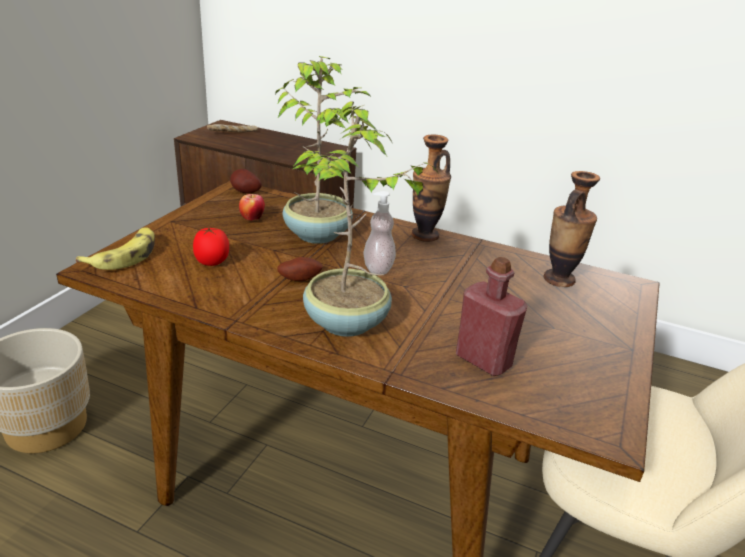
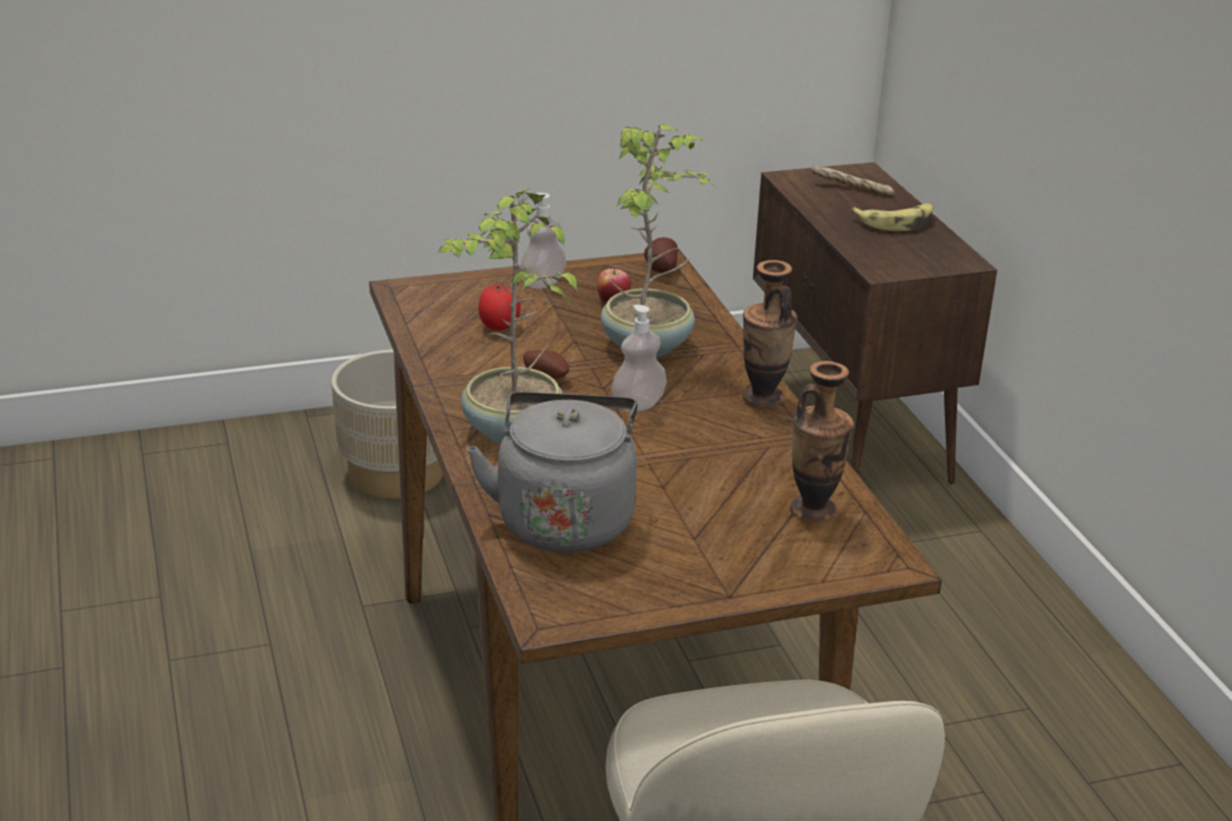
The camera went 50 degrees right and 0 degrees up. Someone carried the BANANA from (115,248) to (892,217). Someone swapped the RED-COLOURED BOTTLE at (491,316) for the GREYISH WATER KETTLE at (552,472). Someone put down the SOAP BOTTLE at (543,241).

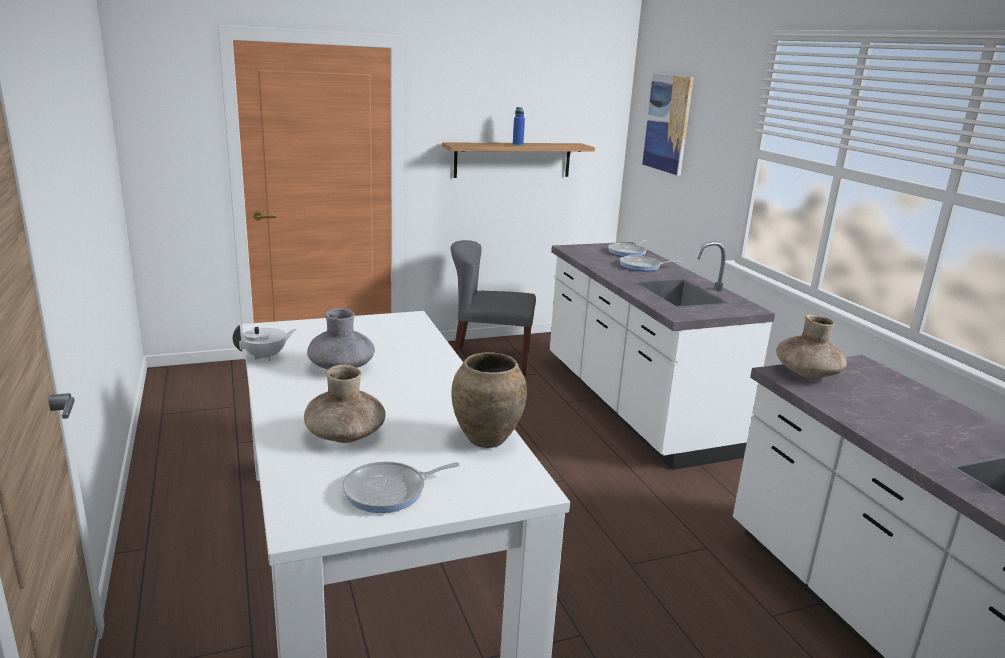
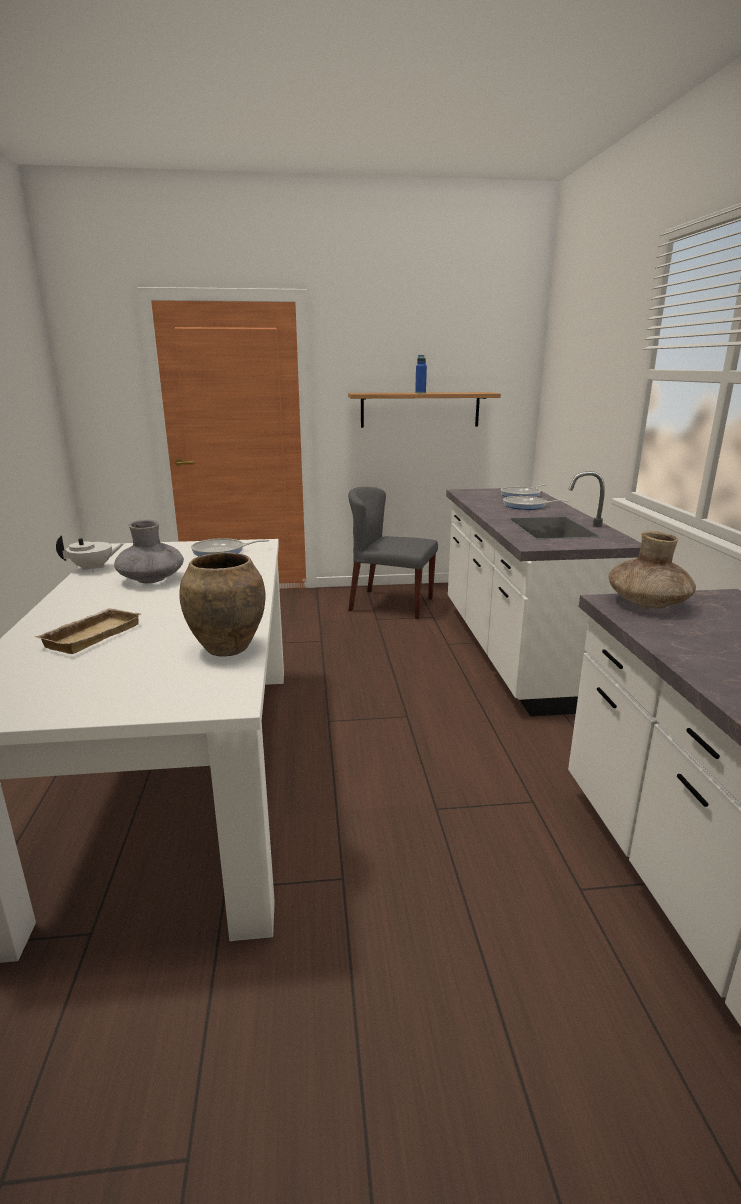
The camera went 15 degrees right and 0 degrees up. Someone swapped the BROWN DECORATIVE VASE at (345,404) for the BEIGE-COLOURED CARRYING TRAY at (87,631). Someone carried the FRYING PAN from (400,487) to (230,547). Someone took away the WALL ART at (668,124).

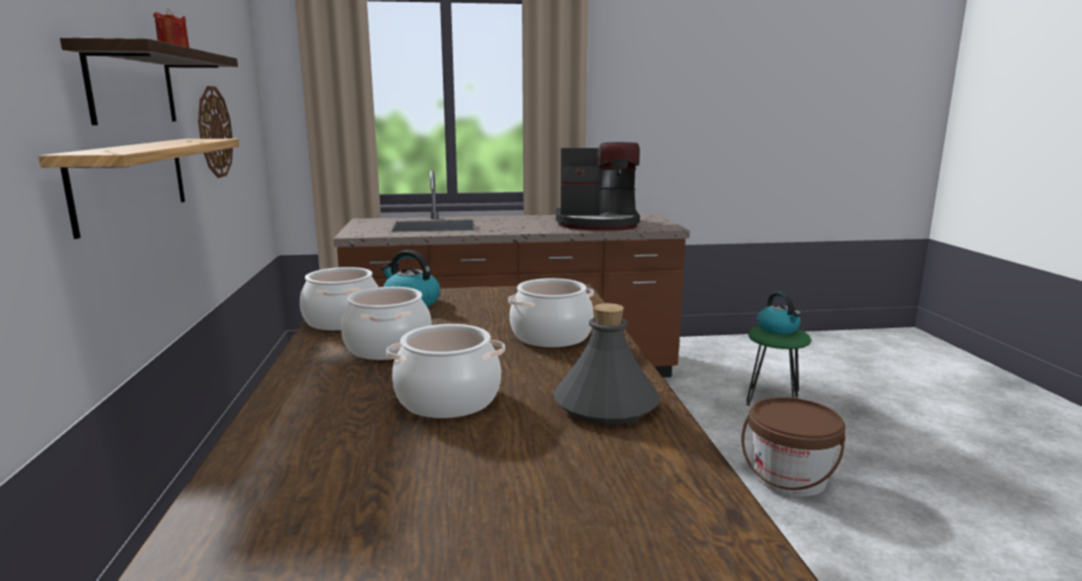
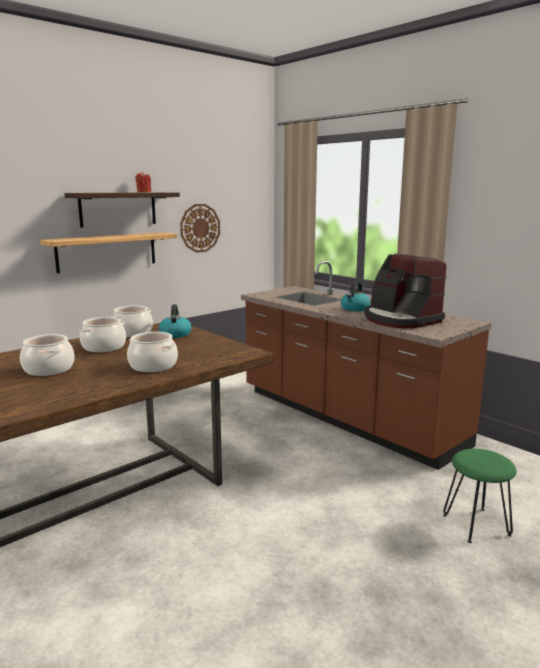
The camera went 55 degrees right and 0 degrees up. Someone took away the GREYISH BOTTLE at (607,364). Someone took away the BROWN PAIL at (793,447). Someone carried the WATER KETTLE from (779,312) to (355,296).

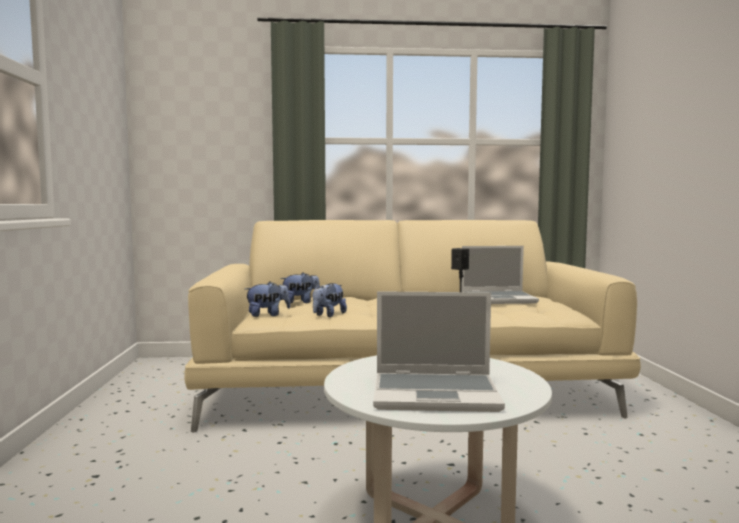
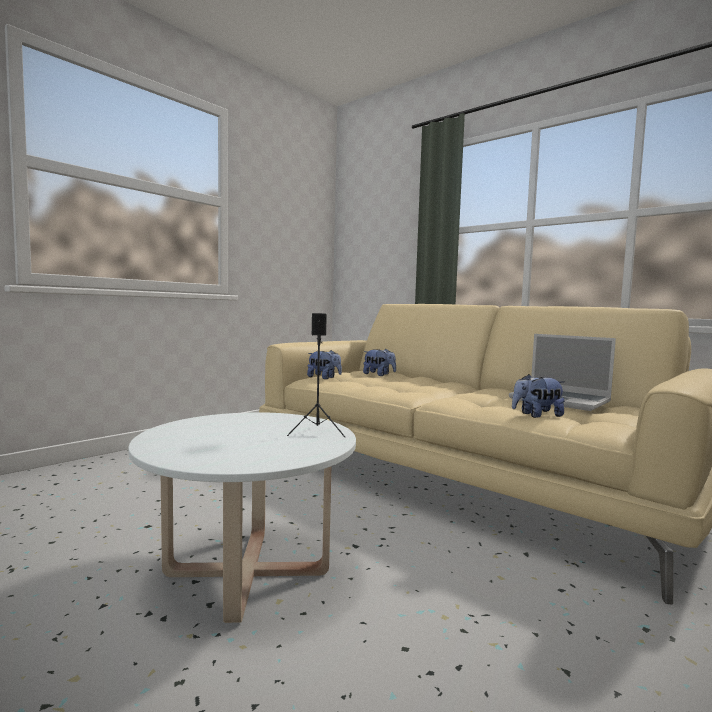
The camera went 45 degrees right and 0 degrees up. Someone carried the SOFT TOY from (330,300) to (538,396). Someone took away the PORTABLE COMPUTER at (439,351).

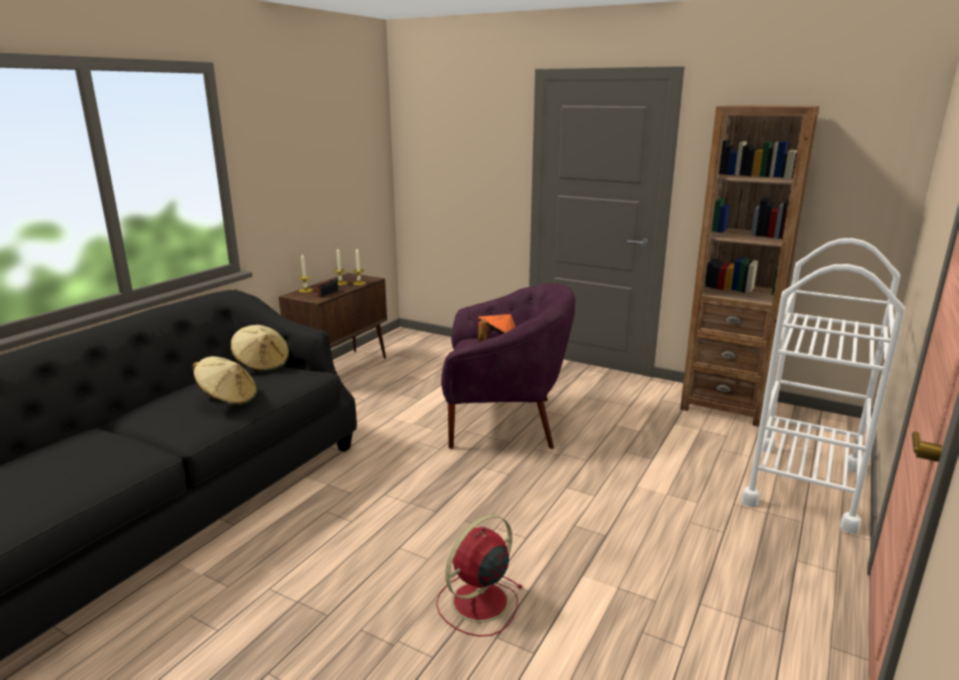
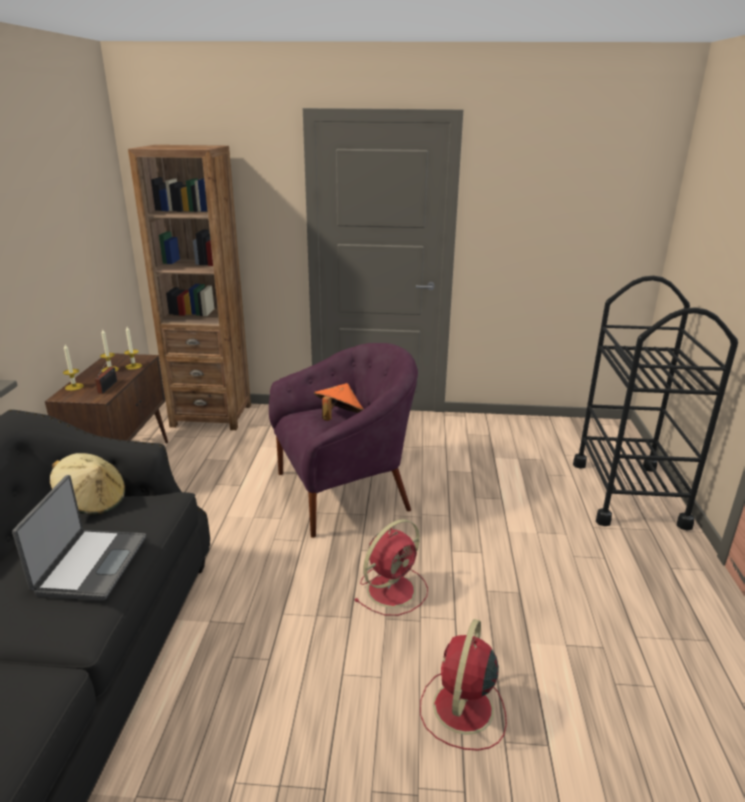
The camera went 25 degrees left and 5 degrees up. Someone swapped the BEIGE-COLOURED WEARABLE HAT at (224,380) for the PORTABLE COMPUTER at (79,538). Someone carried the BROWN BOOKSHELF from (749,266) to (189,287). Someone repainted the WHITE-COLOURED CART at (823,386), which became the BLACK CART at (655,403). Someone put down the RED-COLOURED COOLING FAN at (391,567).

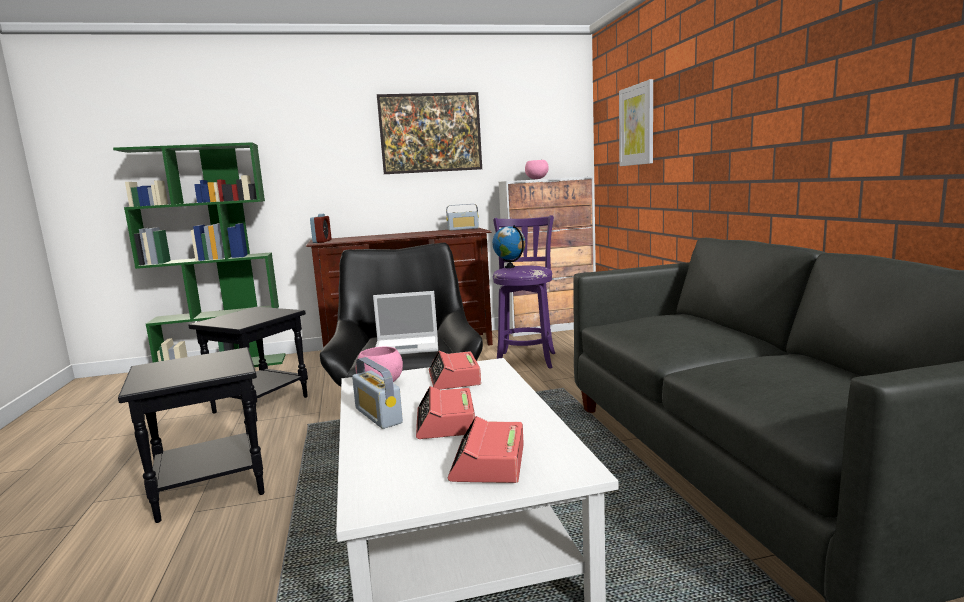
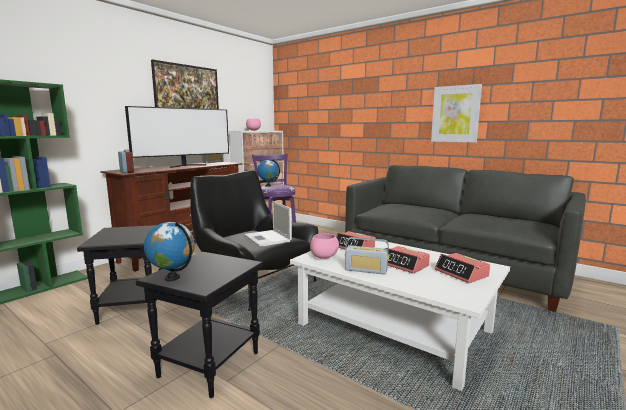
The camera went 40 degrees left and 0 degrees up. Someone rotated the PORTABLE COMPUTER at (405,322) by 105 degrees clockwise. Someone carried the WALL ART from (636,122) to (456,113). Someone put down the TELEVISION at (177,137). Someone put down the DESK GLOBE at (169,251).

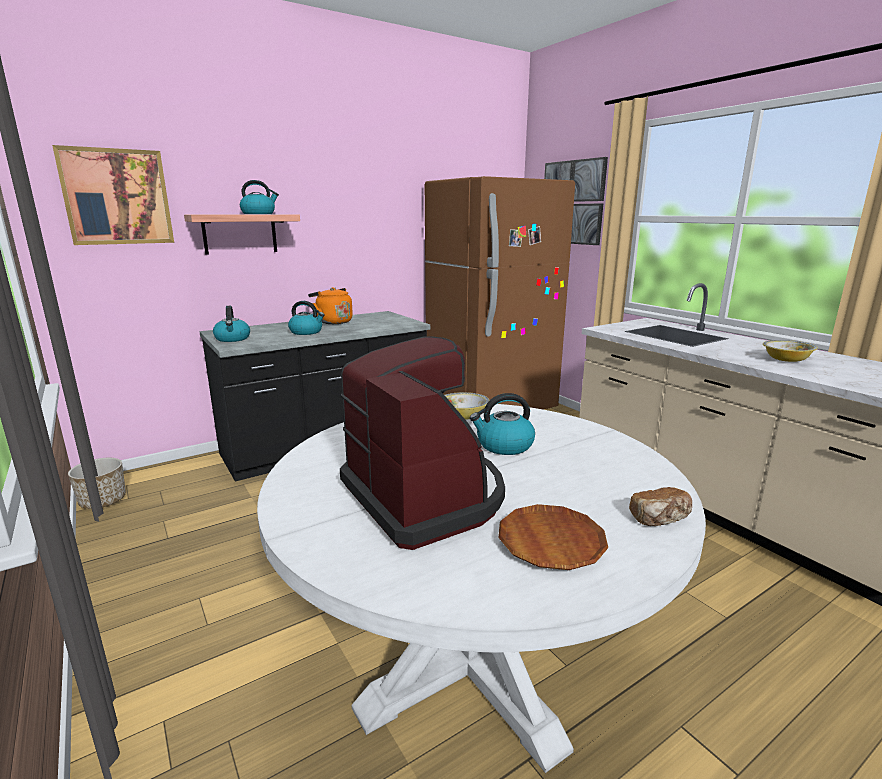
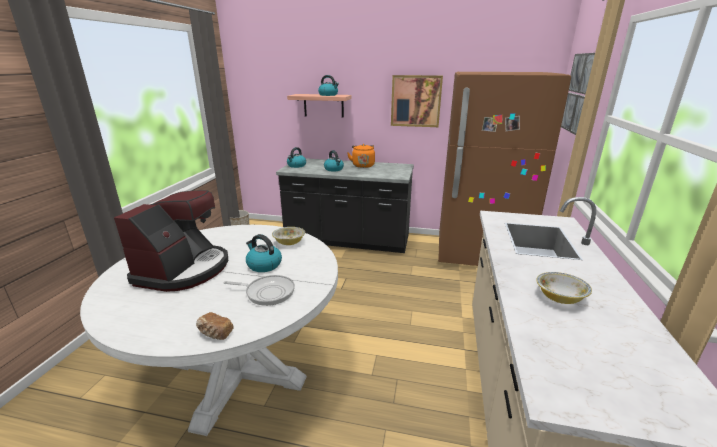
The camera went 45 degrees right and 5 degrees up. Someone carried the WALL ART from (113,195) to (417,101). Someone took away the BROWN DINNER PLATE at (553,537). Someone put down the FRYING PAN at (259,290).

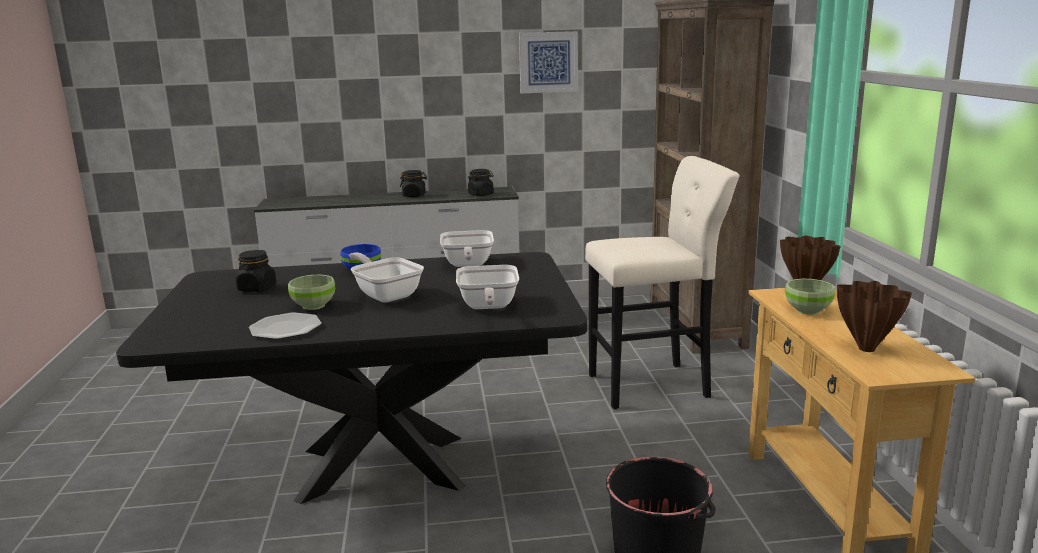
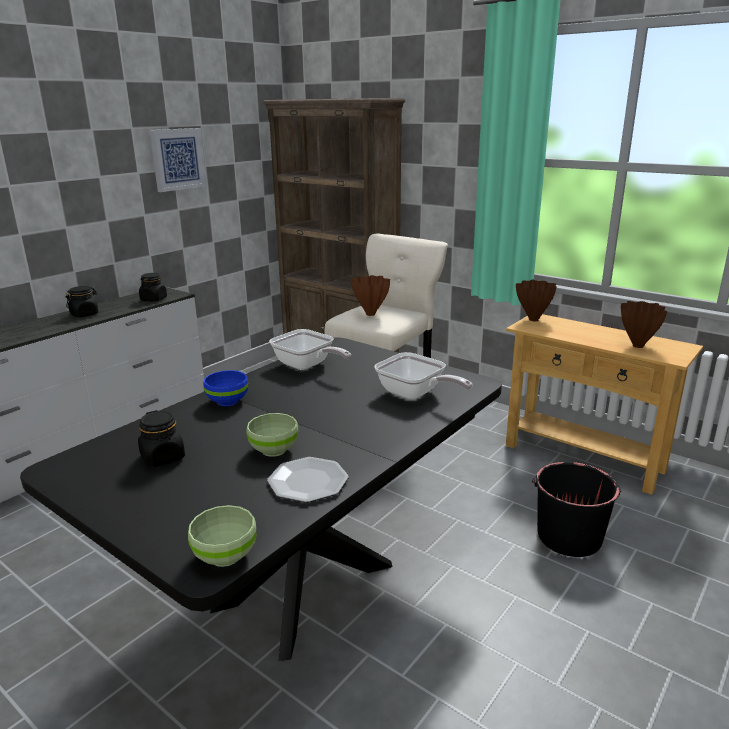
The camera went 45 degrees left and 5 degrees up. Someone took away the FRYING PAN at (386,277). Someone carried the GREENISH DEEP DISH from (810,297) to (222,536). Someone put down the BROWN DECORATIVE VASE at (370,295).

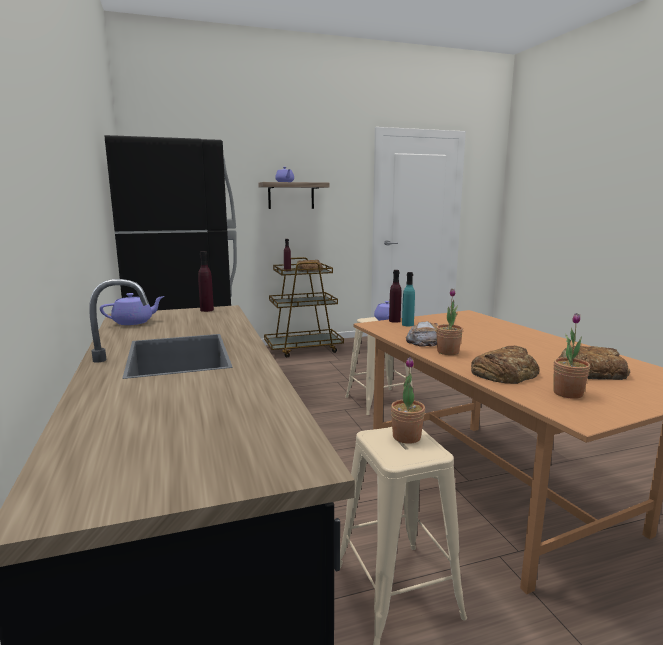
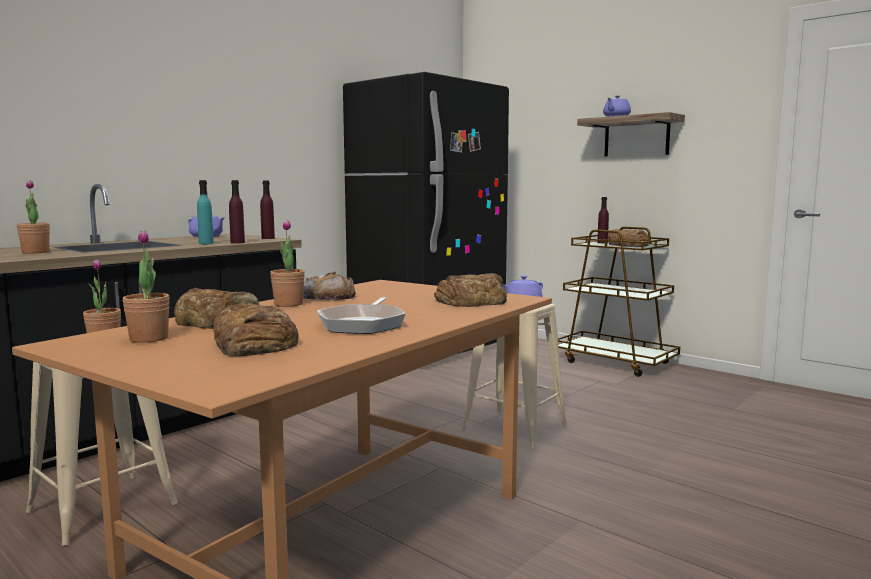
The camera went 60 degrees right and 5 degrees down. Someone carried the PURPLISH BOTTLE from (395,296) to (237,212). Someone carried the TURQUOISE BOTTLE from (408,299) to (205,212). Someone put down the POTTED PLANT at (33,217). Someone put down the FRYING PAN at (361,315). Someone put down the BREAD at (470,290).

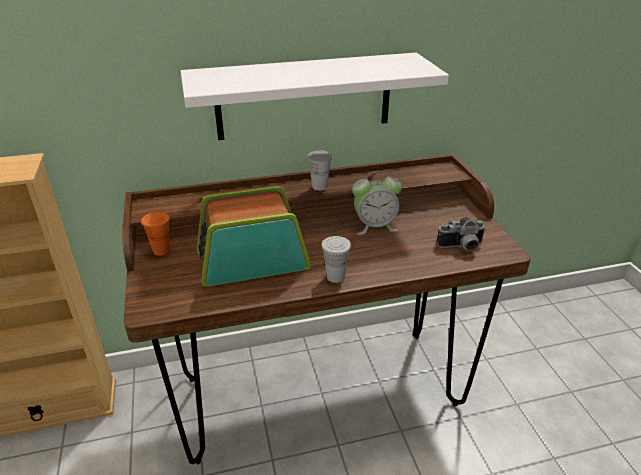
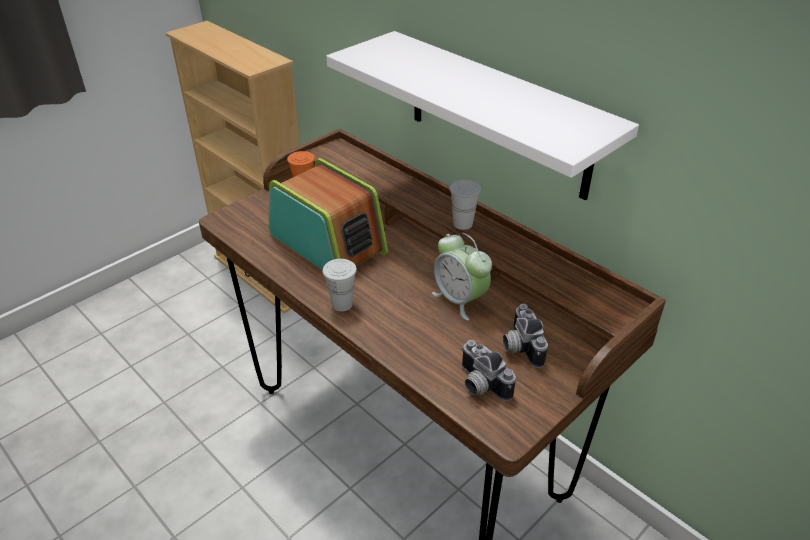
The camera went 60 degrees right and 5 degrees up. Someone put down the STILL CAMERA at (525,336).

